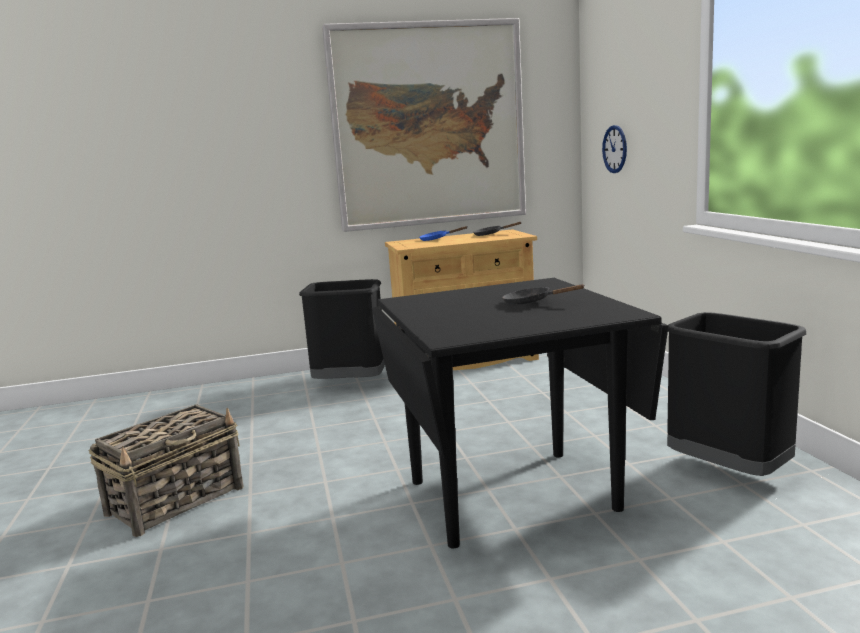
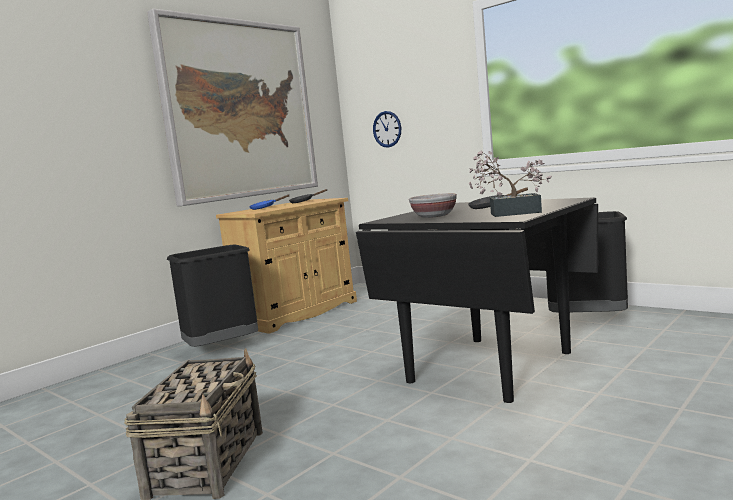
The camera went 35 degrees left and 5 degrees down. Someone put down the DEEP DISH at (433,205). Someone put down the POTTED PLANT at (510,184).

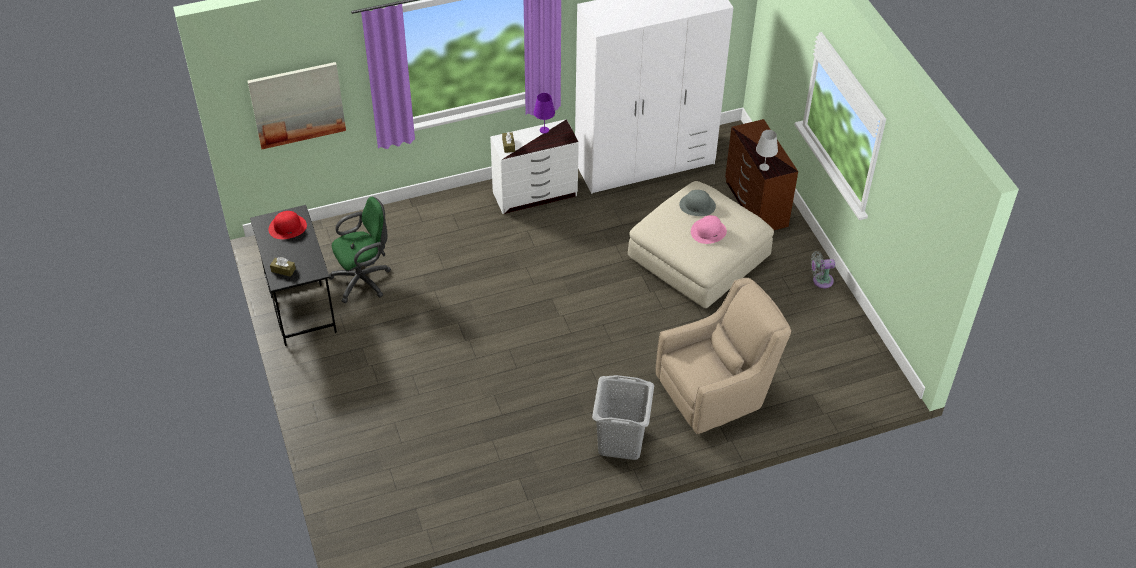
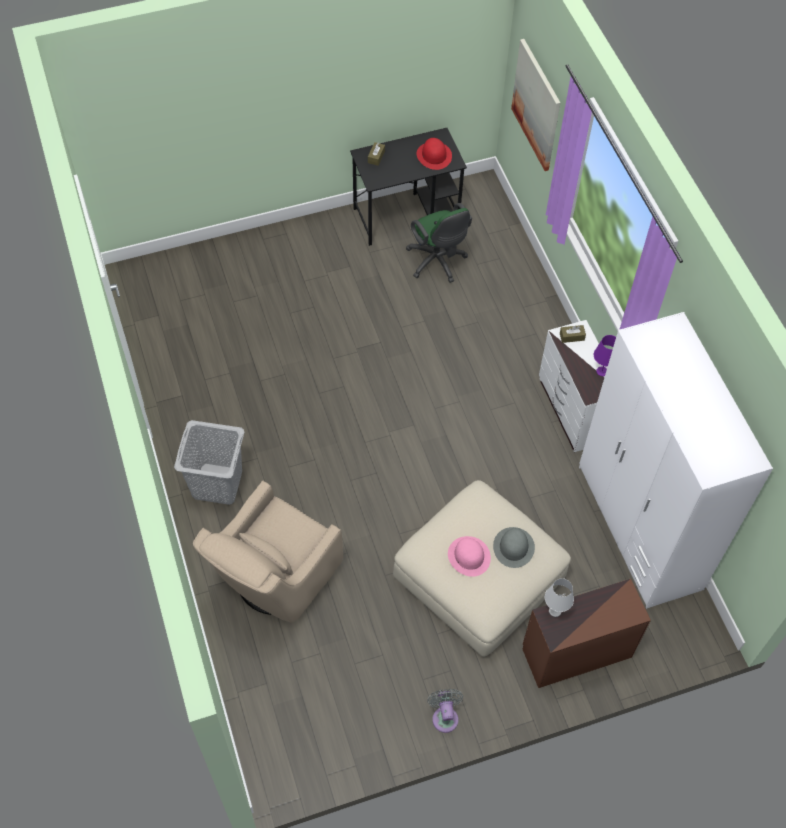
The camera went 90 degrees right and 10 degrees up. Someone rotated the BEIGE-COLOURED EASY CHAIR at (723,356) by 60 degrees clockwise.

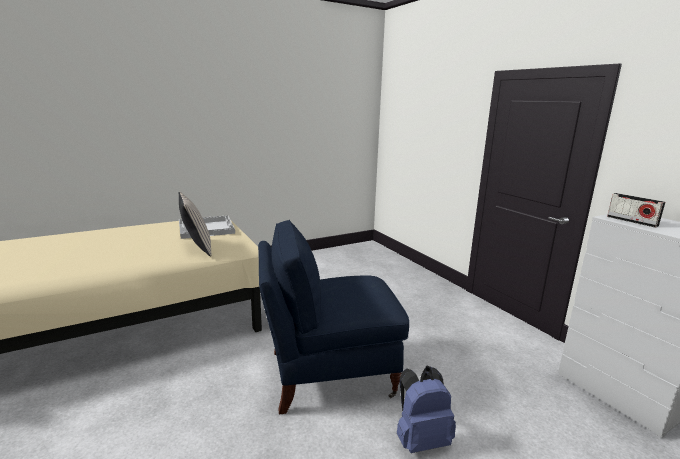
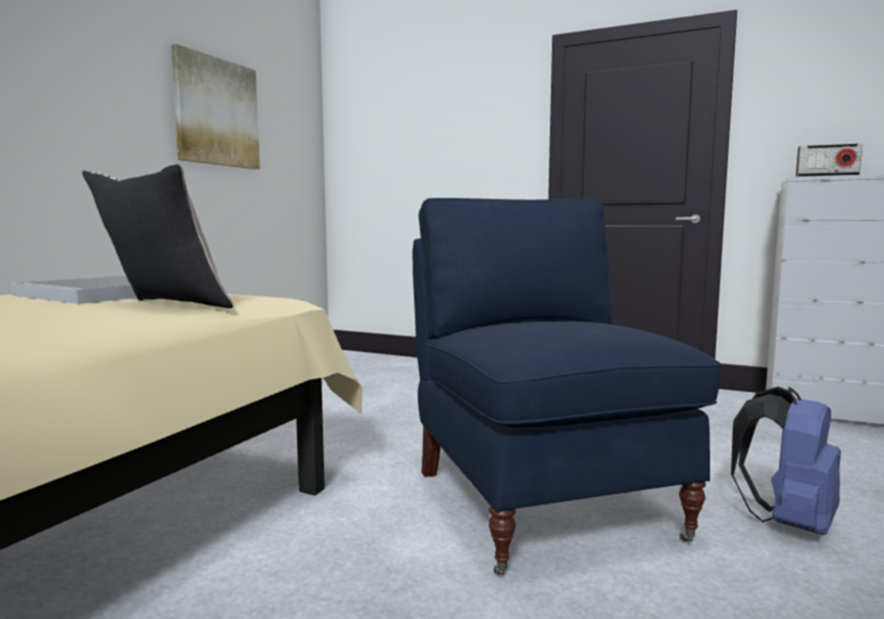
The camera went 35 degrees left and 10 degrees down. Someone rotated the BLUE EASY CHAIR at (333,317) by 120 degrees clockwise. Someone put up the WALL ART at (215,106).

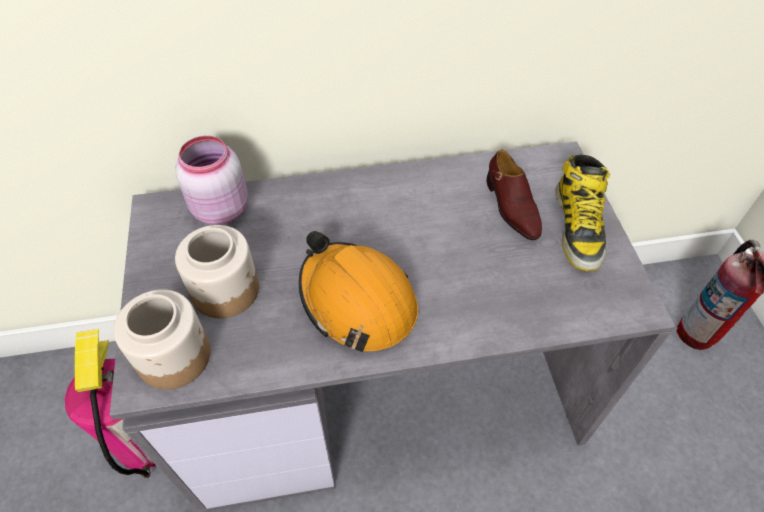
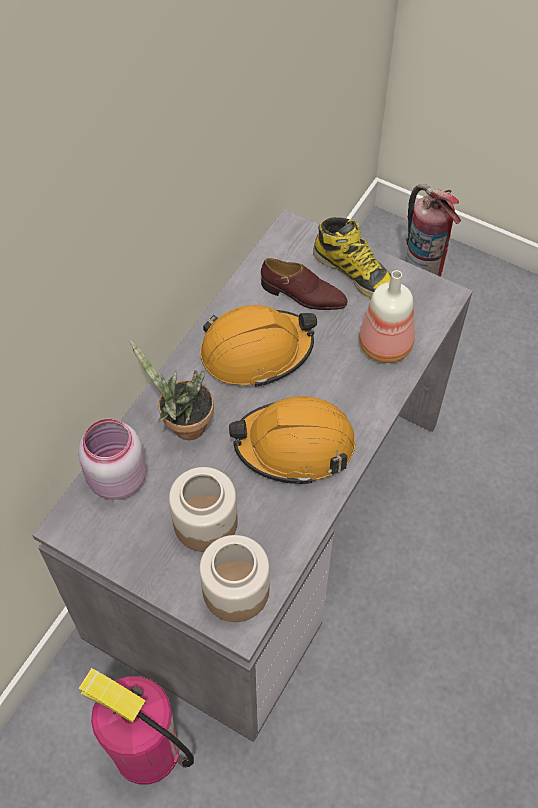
The camera went 50 degrees left and 5 degrees up. Someone put down the POTTED PLANT at (172,390). Someone put down the ORANGE SAFETY HELMET at (258,346). Someone put down the BOTTLE at (387,316).

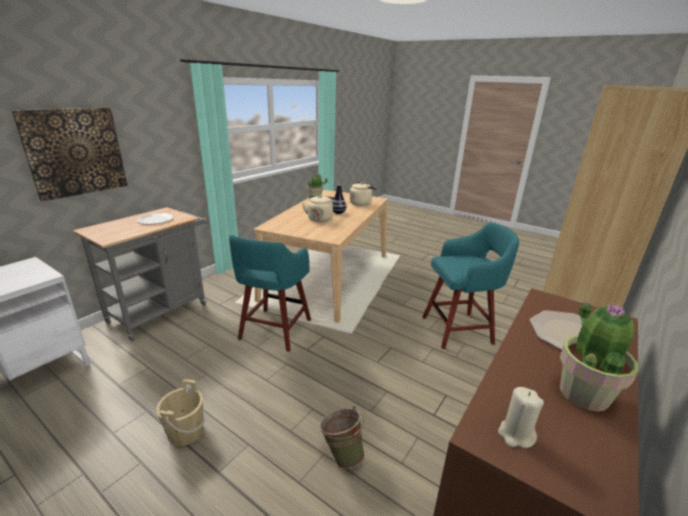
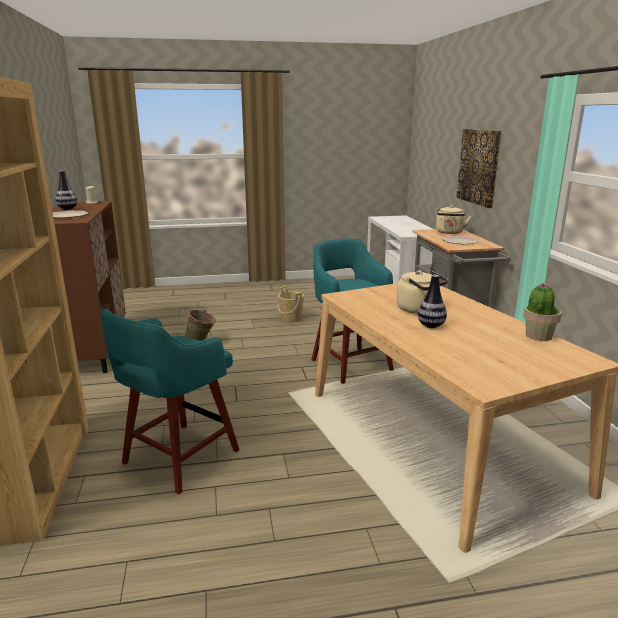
The camera went 135 degrees right and 5 degrees down. Someone carried the BEIGE-COLOURED WATER KETTLE from (363,194) to (453,219). Someone swapped the POTTED PLANT at (599,356) for the DECORATIVE VASE at (66,190).

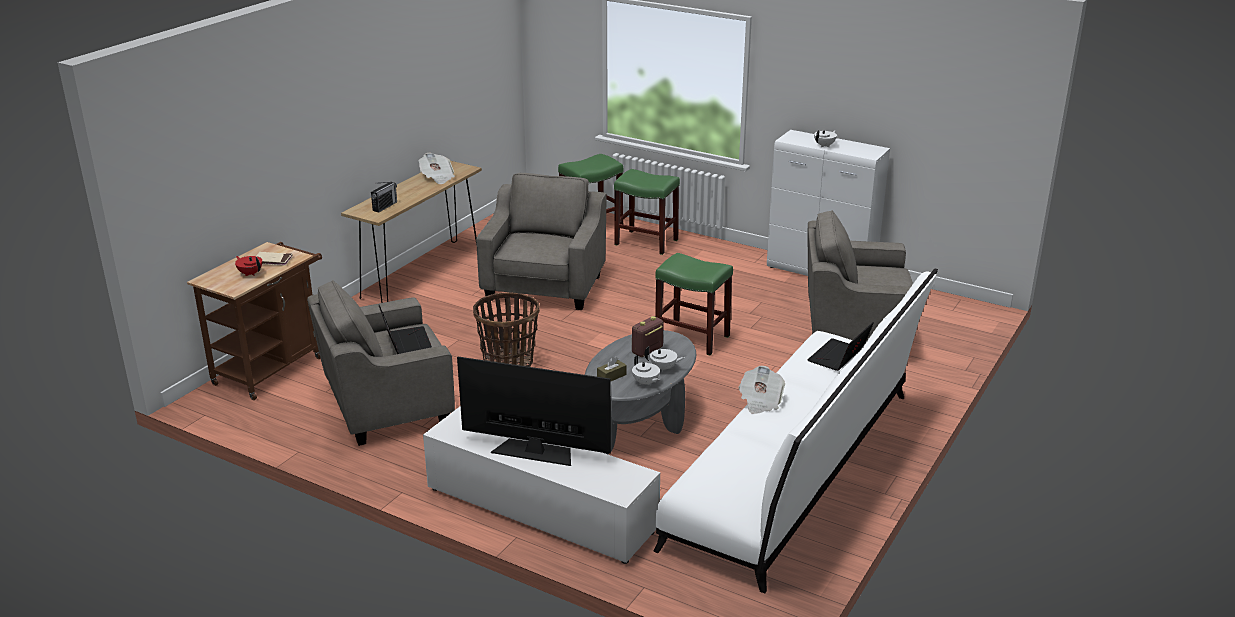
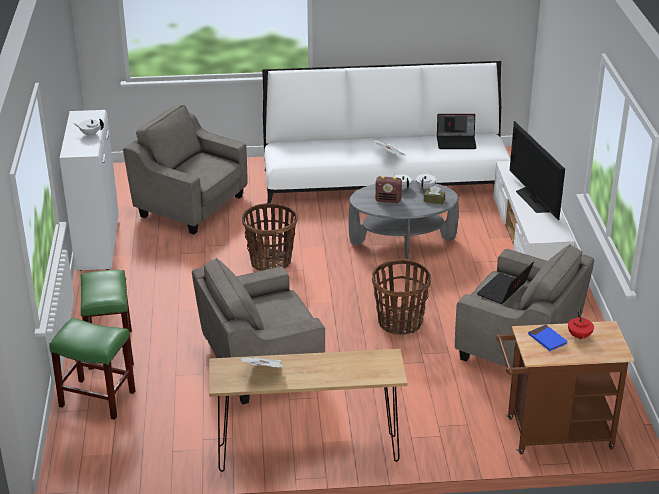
The camera went 125 degrees left and 5 degrees up. Someone repainted the BEIGE-COLOURED VOLUME at (274,259), which became the BLUE VOLUME at (548,338). Someone took away the RADIO RECEIVER at (384,197). Someone swapped the GREENISH STOOL SEAT at (694,304) for the HOUSEHOLD BASKET at (269,237). Someone carried the PORTABLE COMPUTER from (840,346) to (457,131). Someone rotated the GREYISH EASY CHAIR at (860,277) by 150 degrees clockwise.

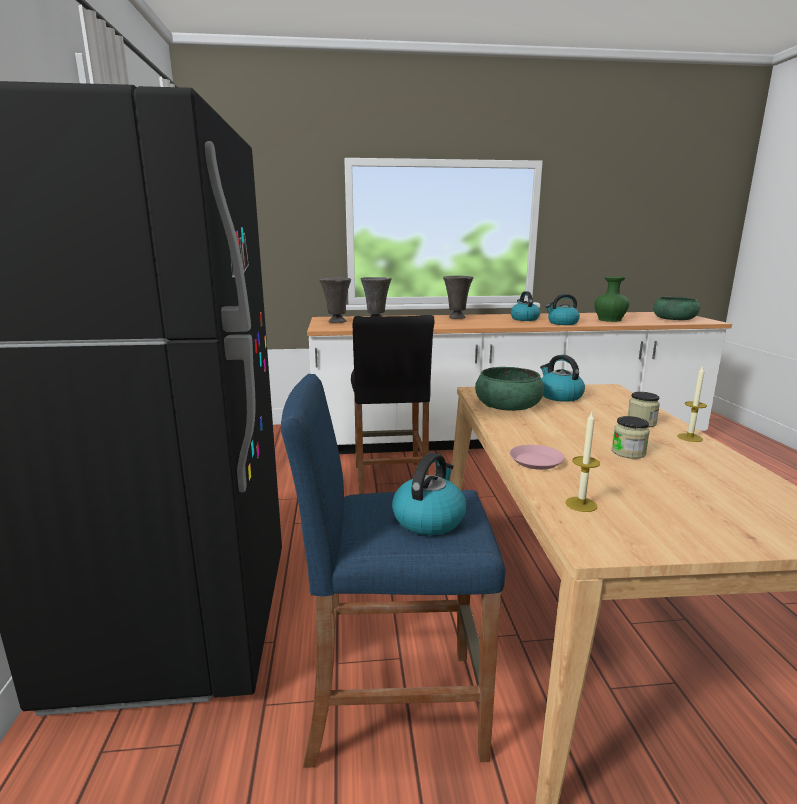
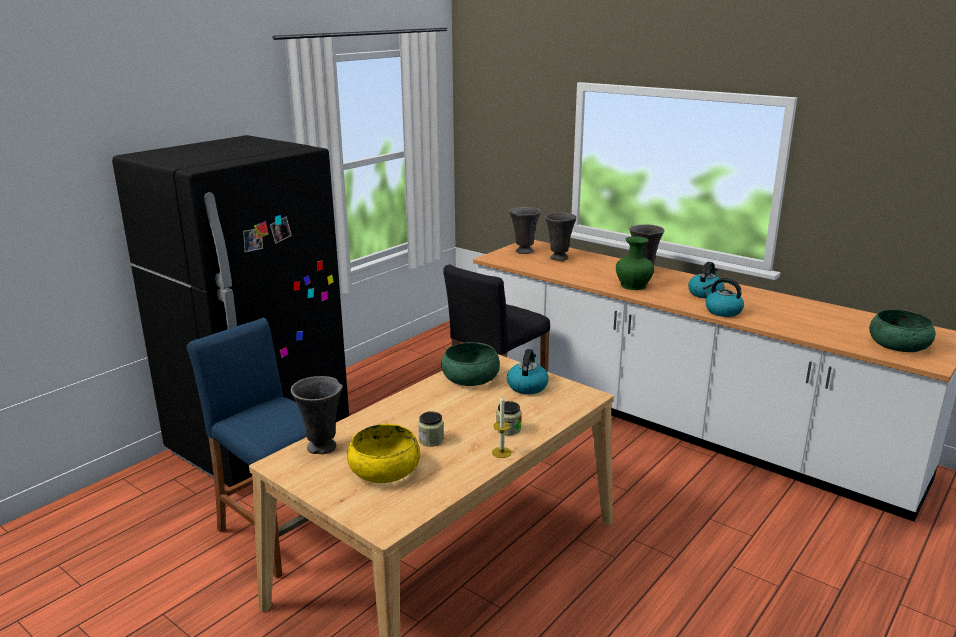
The camera went 45 degrees right and 5 degrees up. Someone took away the WATER KETTLE at (429,494). Someone took away the PINK DINNER PLATE at (537,457). Someone swapped the WAX LIGHT at (583,462) for the GREYISH DECORATIVE VASE at (317,415). Someone carried the GREENISH DECORATIVE VASE from (612,299) to (635,263). Someone put down the YELLOW DEEP DISH at (383,453).

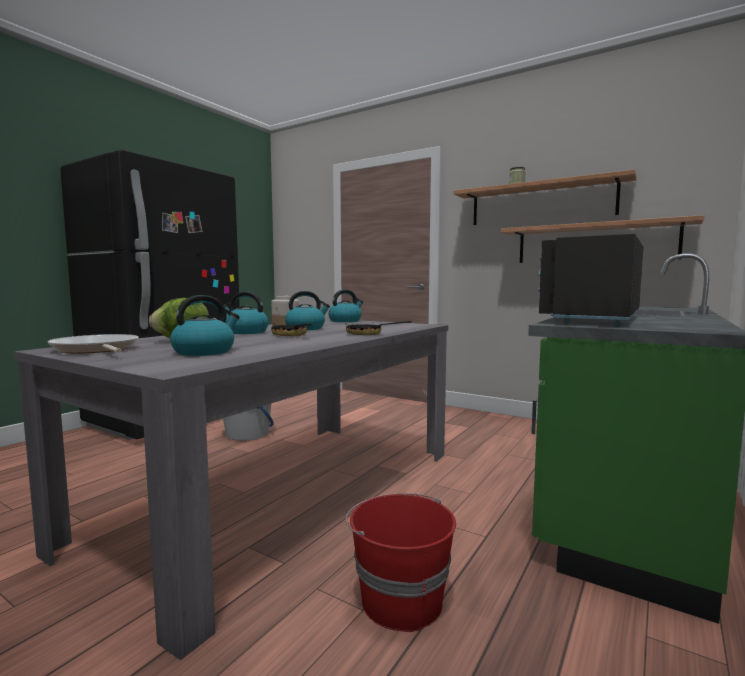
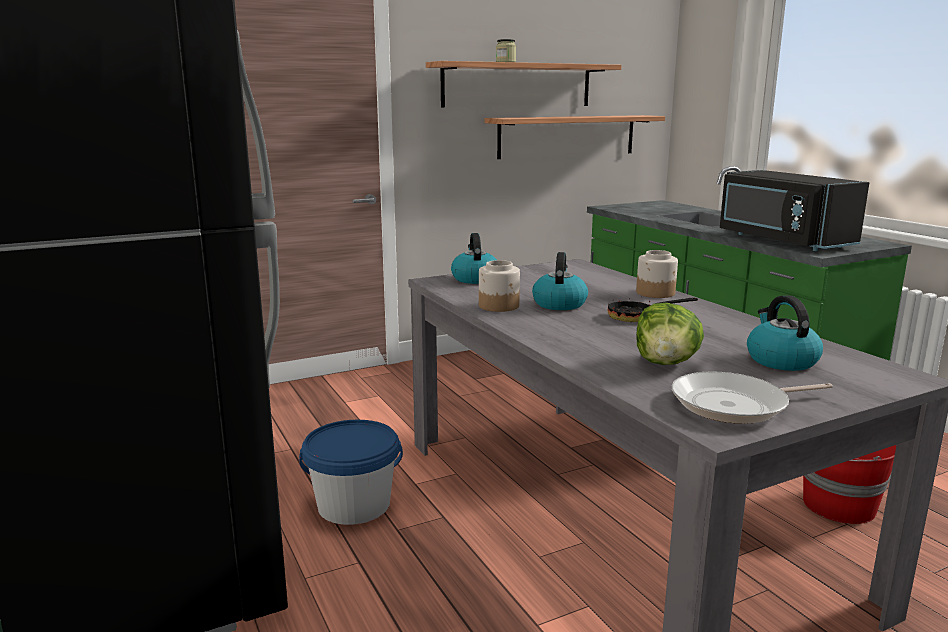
The camera went 60 degrees left and 10 degrees up. Someone took away the WATER KETTLE at (246,312). Someone swapped the FRYING PAN at (378,328) for the JAR at (657,274).

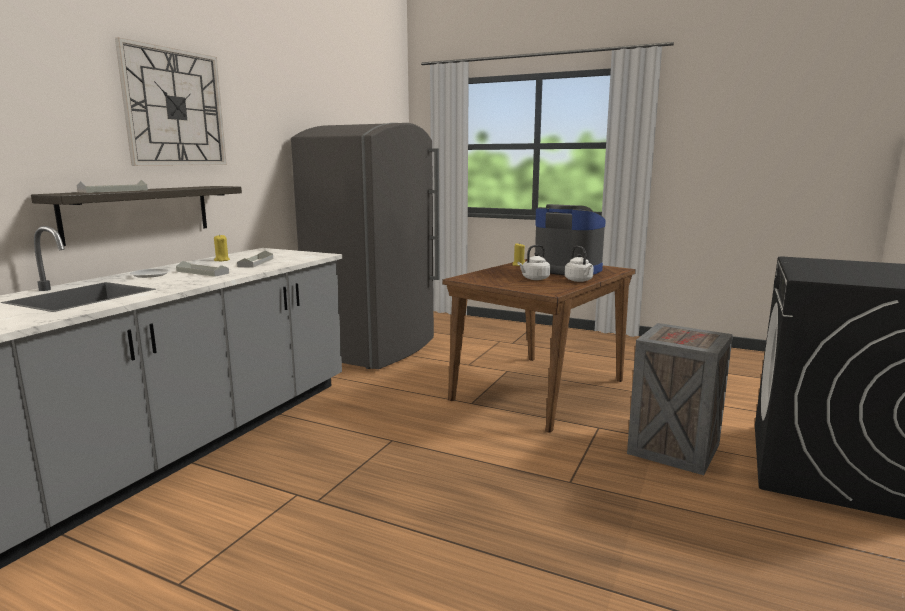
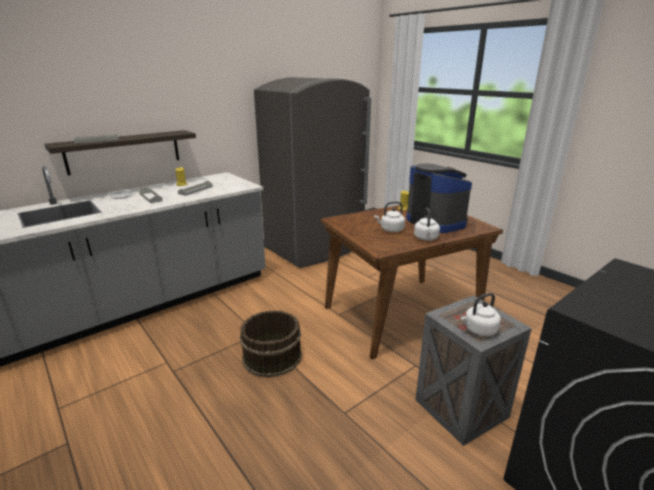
The camera went 25 degrees right and 10 degrees up. Someone took away the HANGING CLOCK at (171,101). Someone put down the BROWN PAIL at (271,344). Someone put down the WHITE-COLOURED WATER KETTLE at (481,314).

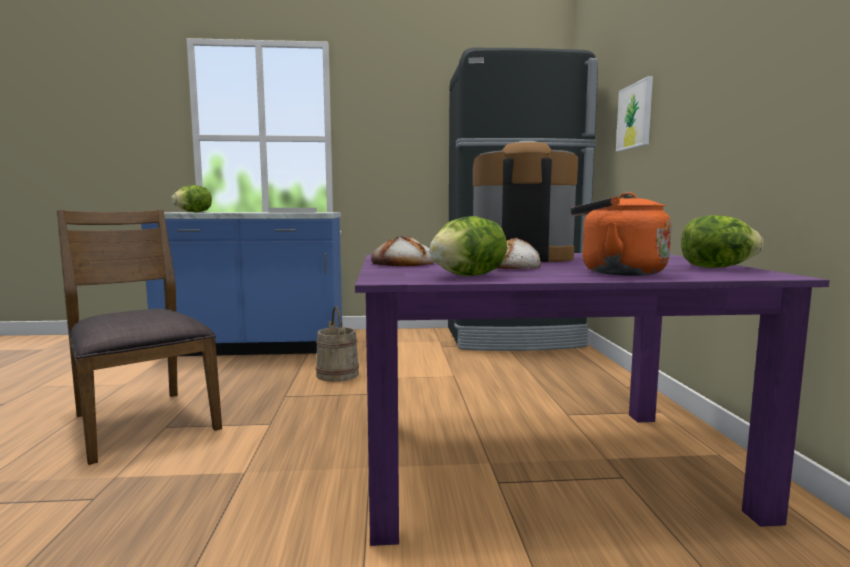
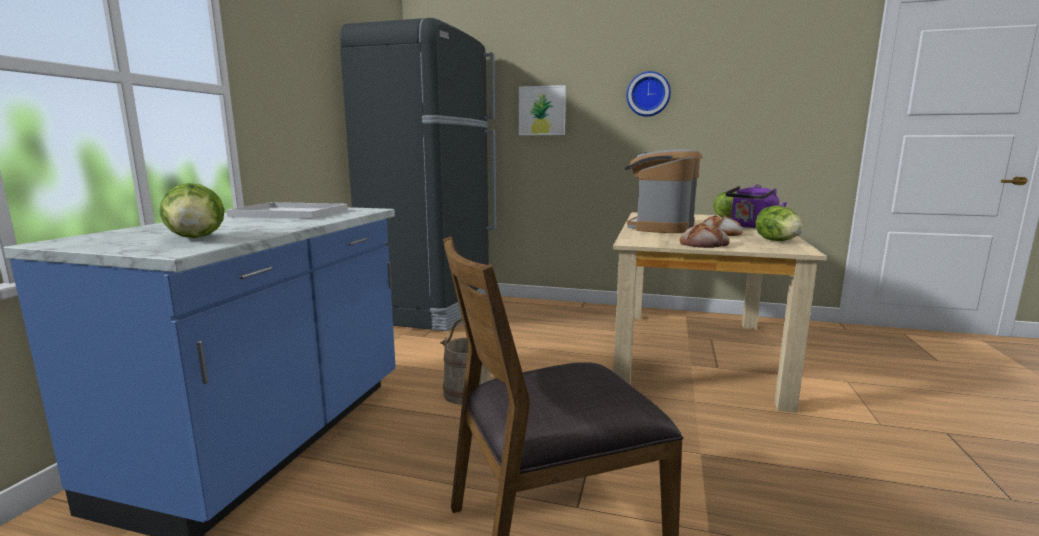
The camera went 70 degrees left and 5 degrees up. Someone repainted the PURPLISH DINNER TABLE at (592,399), which became the BEIGE-COLOURED DINNER TABLE at (720,312). Someone repainted the ORANGE WATER KETTLE at (621,234), which became the PURPLISH WATER KETTLE at (756,206). Someone put up the HANGING CLOCK at (648,94).

